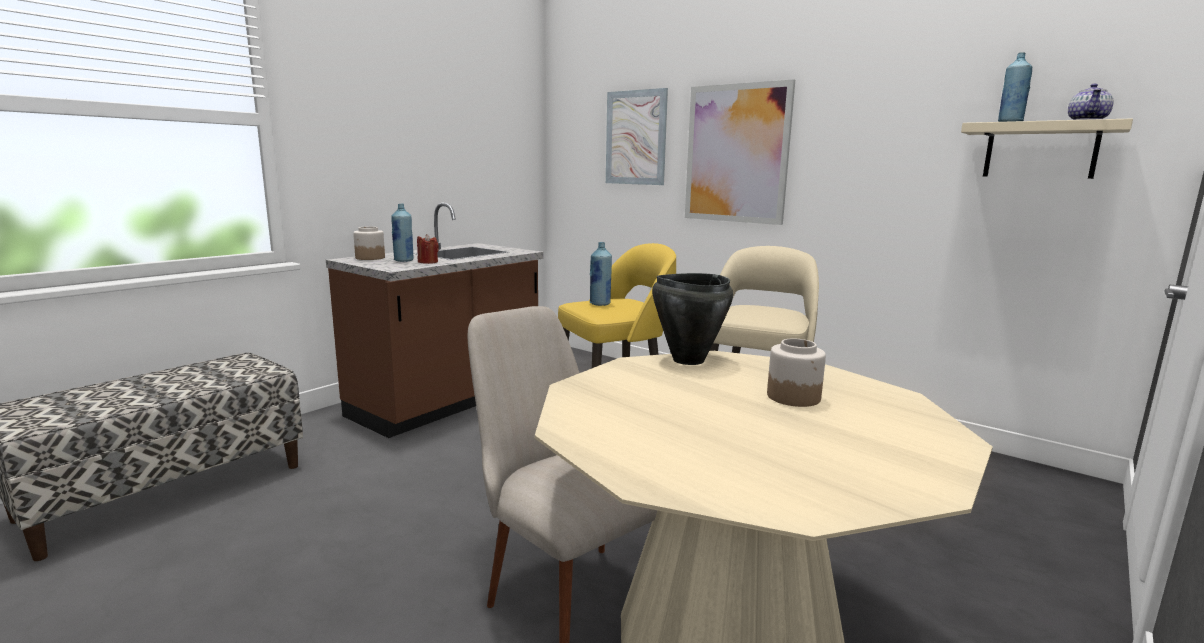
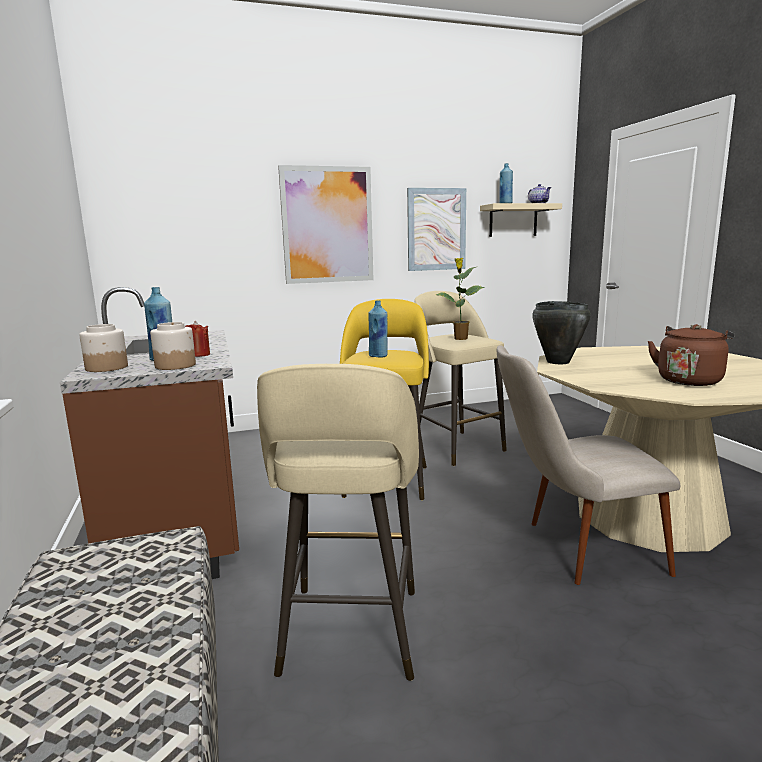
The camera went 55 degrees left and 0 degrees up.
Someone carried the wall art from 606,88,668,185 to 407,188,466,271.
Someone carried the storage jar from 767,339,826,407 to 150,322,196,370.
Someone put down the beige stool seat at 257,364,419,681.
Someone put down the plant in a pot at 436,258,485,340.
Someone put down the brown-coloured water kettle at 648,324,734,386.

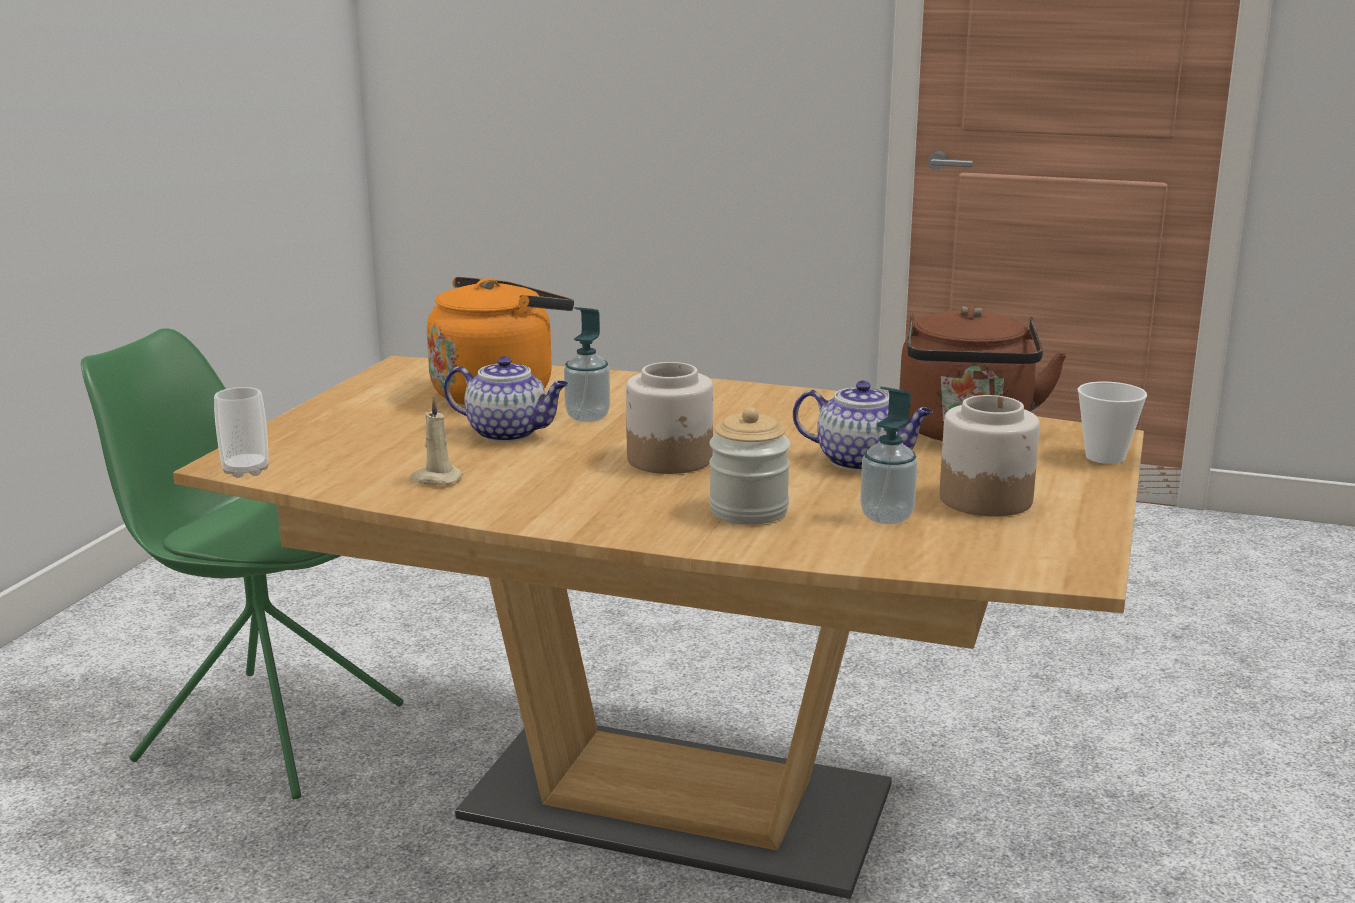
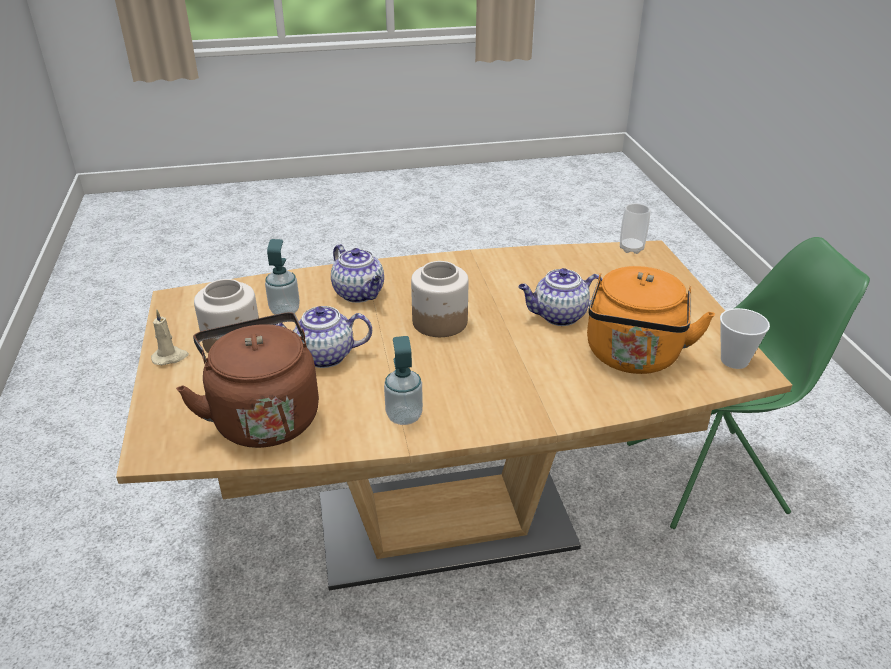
The camera went 150 degrees right and 15 degrees up.
Someone carried the beige candle from 411,396,464,485 to 151,310,189,365.
Someone carried the soap dispenser from 564,307,610,422 to 384,336,423,425.
Someone swapped the storage jar at 709,407,791,525 for the teapot at 331,244,384,303.
Someone carried the cup from 1078,381,1147,464 to 720,308,770,369.

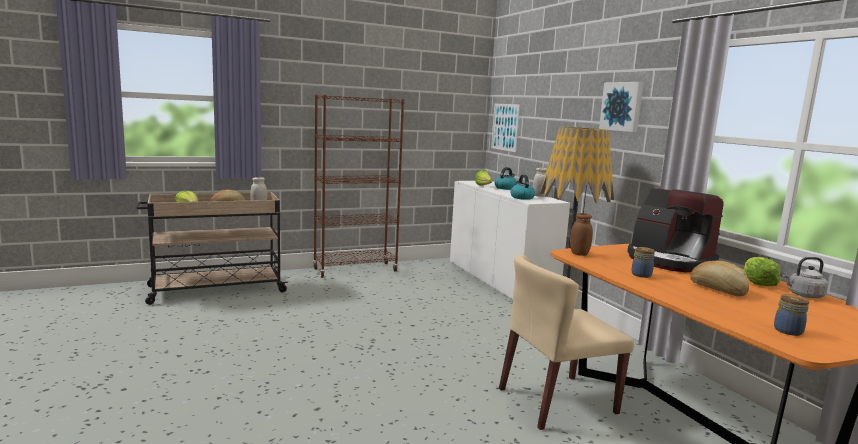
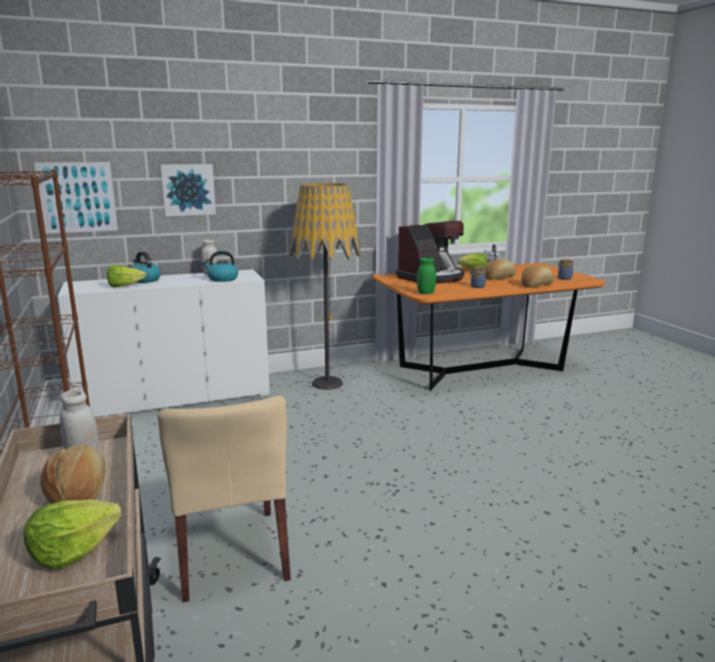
The camera went 85 degrees left and 5 degrees up.
Someone carried the beige upright chair from 499,255,634,430 to 157,396,291,602.
Someone repainted the brown-coloured storage jar at 570,213,593,256, which became the green storage jar at 417,257,436,294.
Someone carried the wall art from 599,82,644,132 to 160,164,216,216.
Someone put down the baked bread at 521,265,554,287.

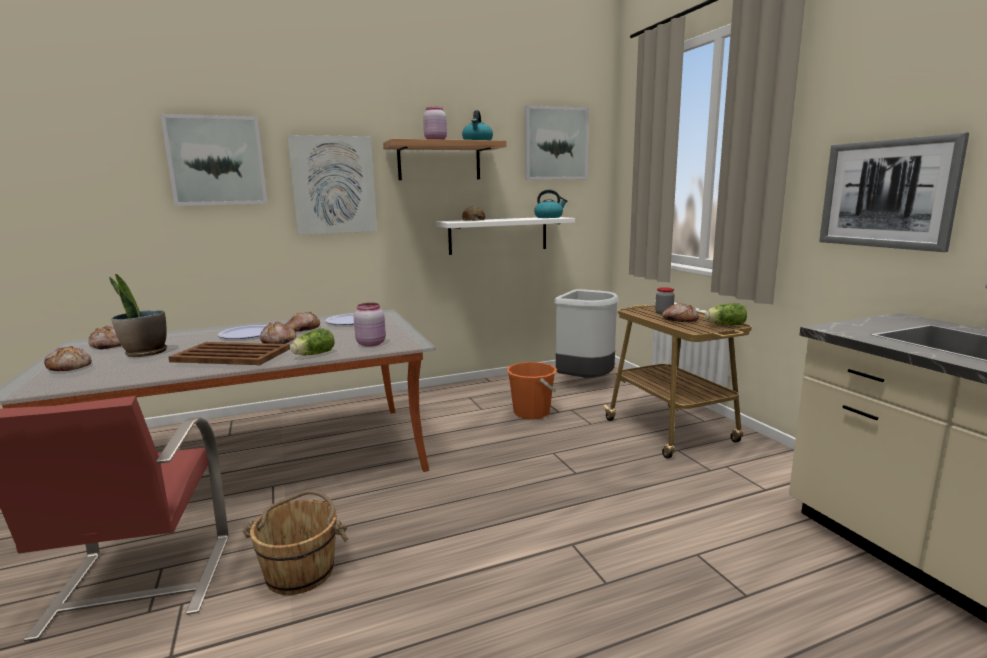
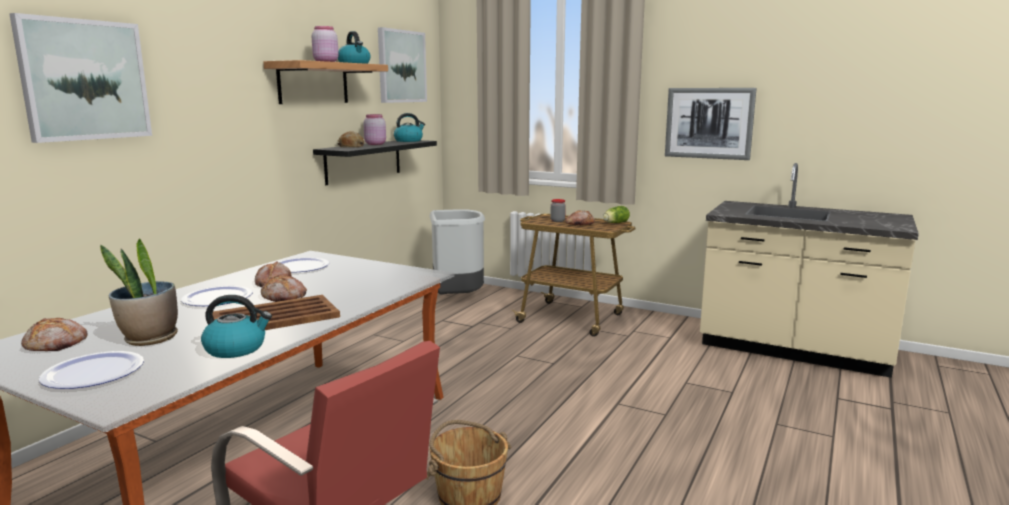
The camera went 40 degrees left and 0 degrees up.
Someone swapped the baked bread at 44,346,92,371 for the flat dish at 39,351,144,389.
Someone took away the wall art at 287,135,377,235.
Someone took away the lettuce at 290,328,335,355.
Someone carried the pink storage jar from 354,303,386,347 to 363,114,386,145.
Someone repainted the white-coloured bracket shelf at 436,217,575,255, which became the black-coloured bracket shelf at 313,140,437,185.
Someone took away the orange-coloured bucket at 506,362,557,419.
Someone put down the water kettle at 201,295,272,358.

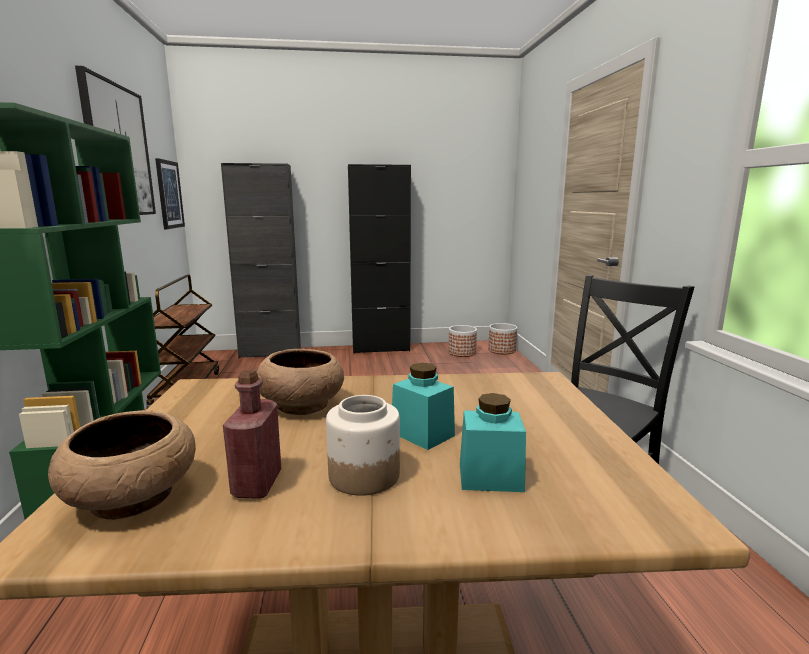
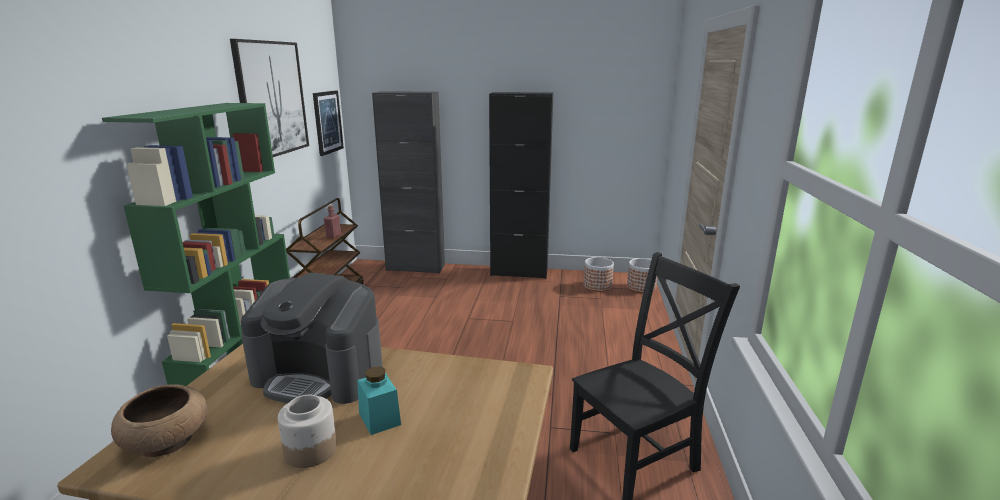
The camera went 15 degrees right and 5 degrees up.
Someone carried the reddish drink bottle from 223,369,281,499 to 324,205,341,238.
Someone swapped the brown-coloured serving bowl at 257,349,344,415 for the coffee machine at 241,273,383,404.
Someone took away the blue-green storage jar at 460,393,526,492.

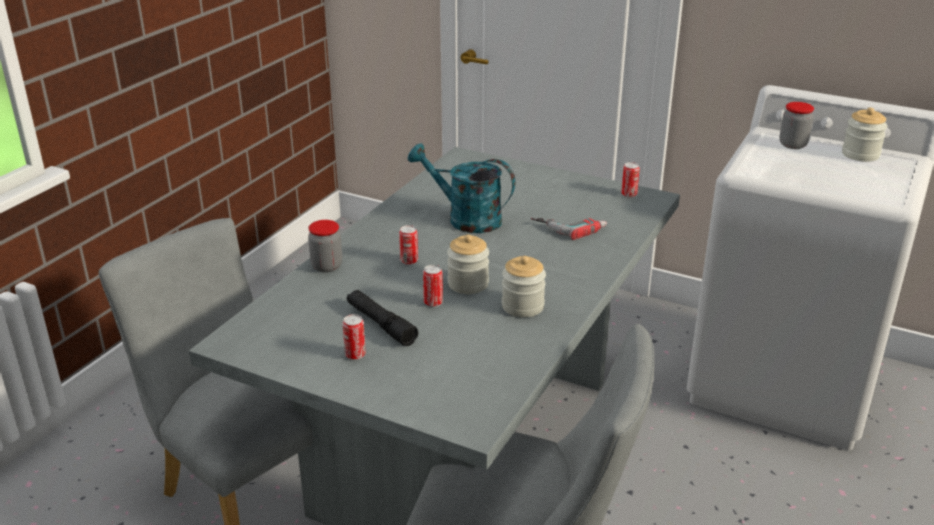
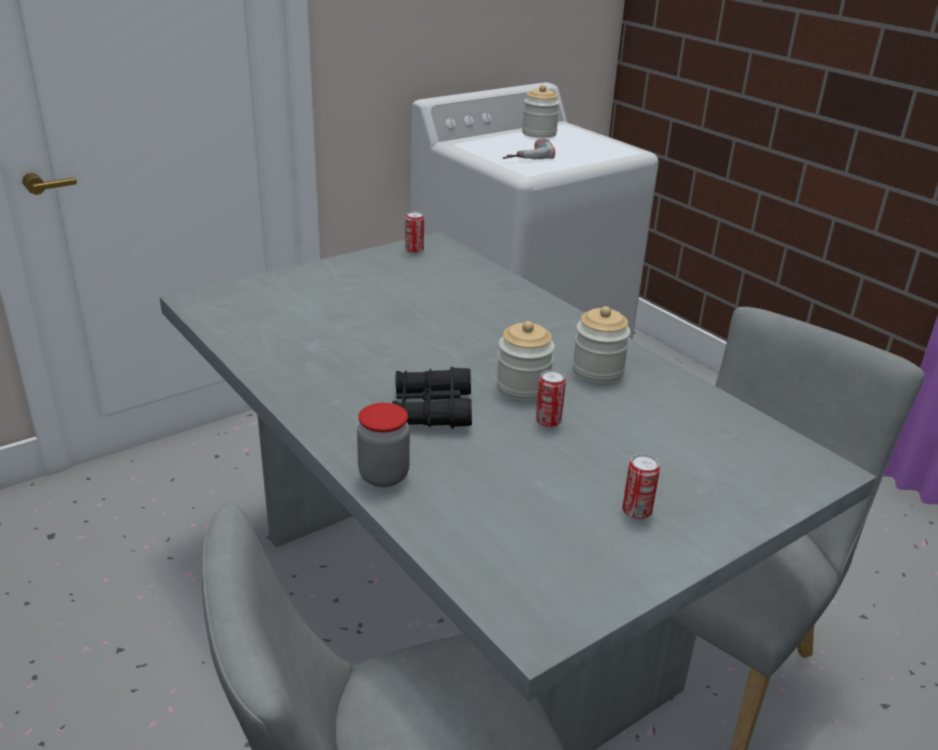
The camera went 65 degrees left and 0 degrees up.
Someone took away the black-coloured flashlight at 347,290,418,346.
Someone swapped the can at 399,225,418,265 for the black-coloured field glasses at 392,367,472,429.
Someone took away the blue-green watering pot at 407,143,515,233.
Someone carried the drill from 531,218,607,240 to 503,138,555,159.
Someone took away the storage jar at 779,102,814,149.

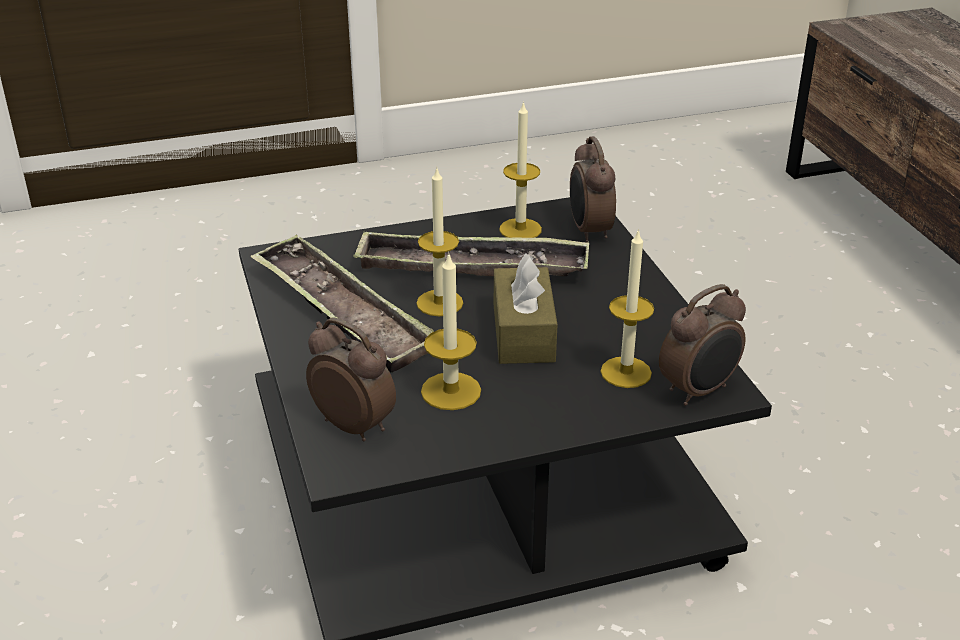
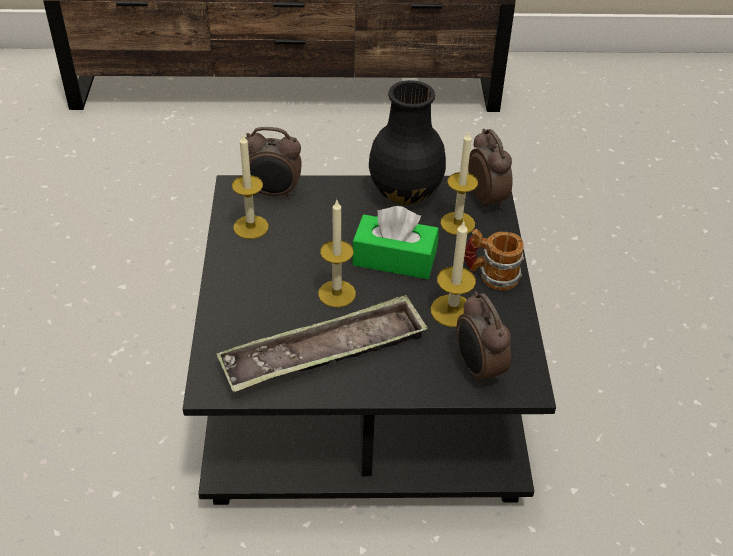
The camera went 75 degrees left and 10 degrees up.
Someone rotated the table clock at 306,317,396,441 by 75 degrees counterclockwise.
Someone took away the serving tray at 353,230,589,276.
Someone repainted the brown-coloured tissue holder at 494,253,557,364, which became the green tissue holder at 353,206,439,279.
Someone put down the black-coloured flower vase at 369,80,446,205.
Someone put down the coffee mug at 464,229,524,291.

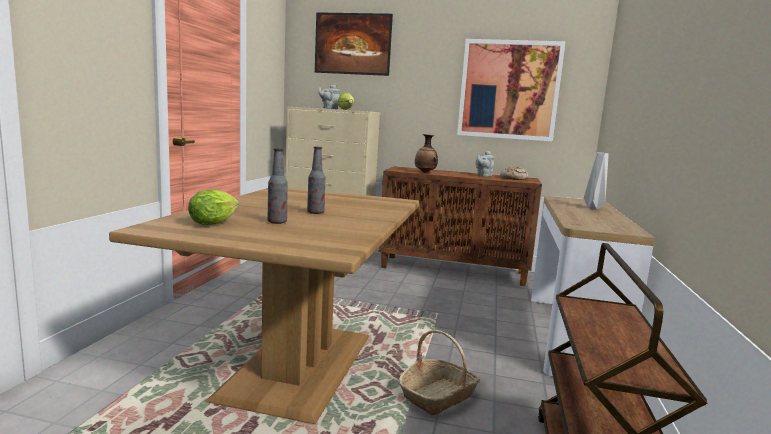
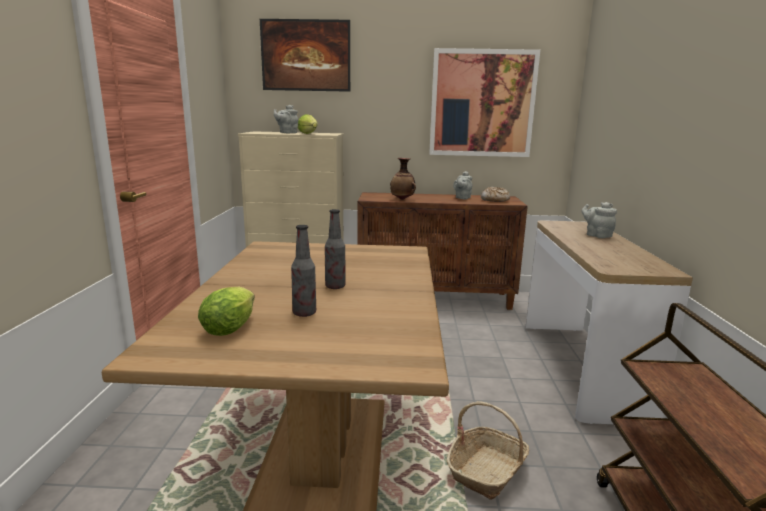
The camera went 10 degrees left and 5 degrees up.
Someone swapped the greyish flower vase at 584,152,609,209 for the greyish teapot at 582,202,617,238.

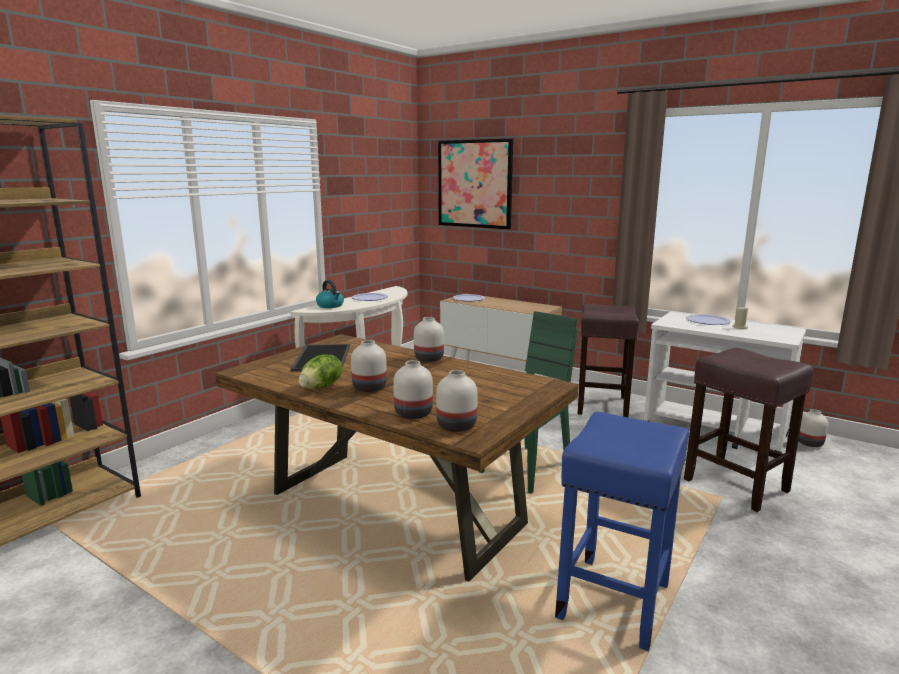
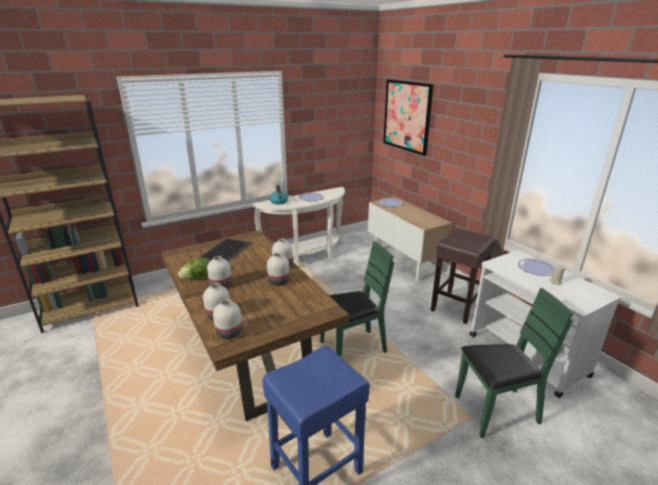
The camera went 25 degrees right and 10 degrees up.
Someone swapped the brown-coloured stool seat at 684,348,814,512 for the green upright chair at 455,288,574,438.
Someone carried the white-coloured flower vase from 798,409,828,447 to 267,253,290,286.

